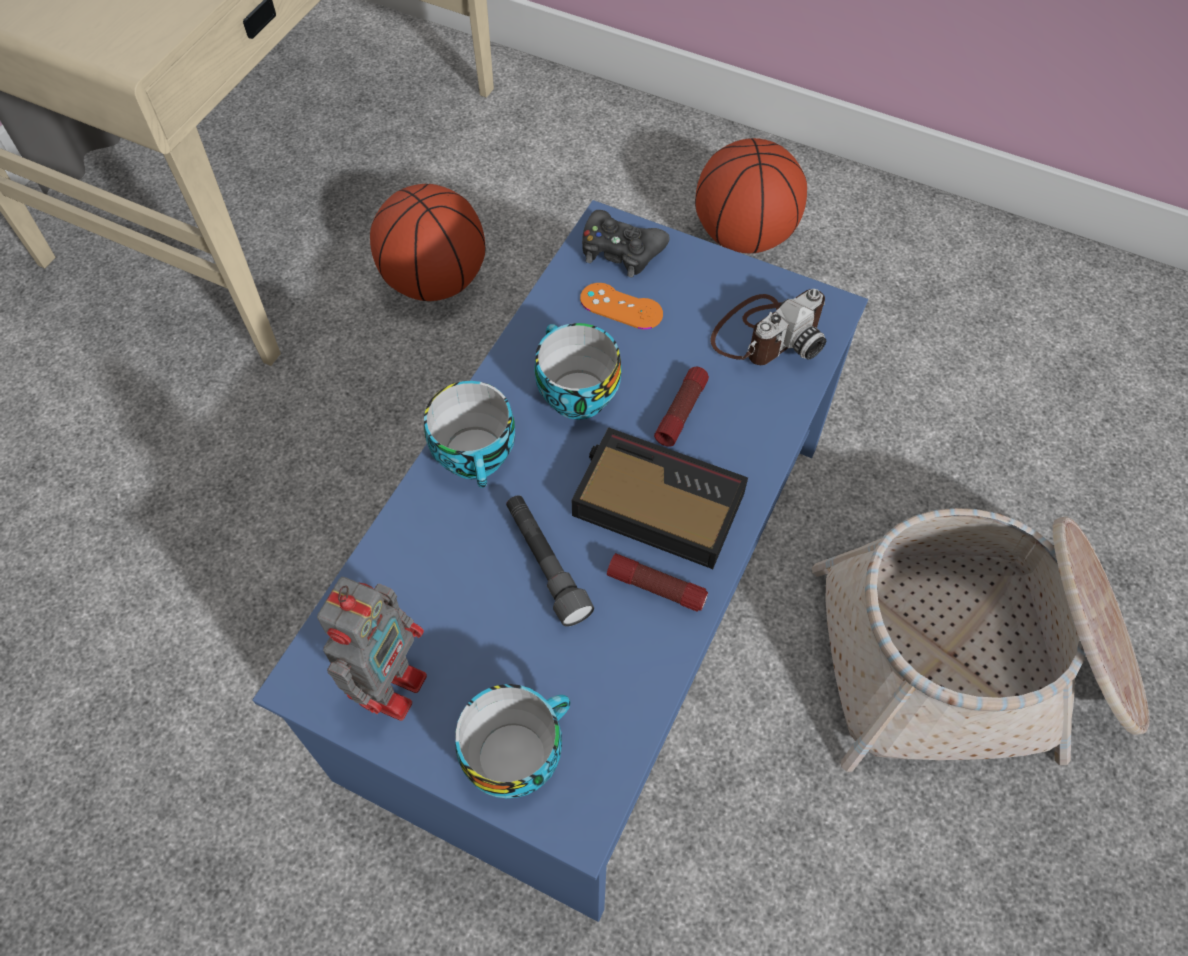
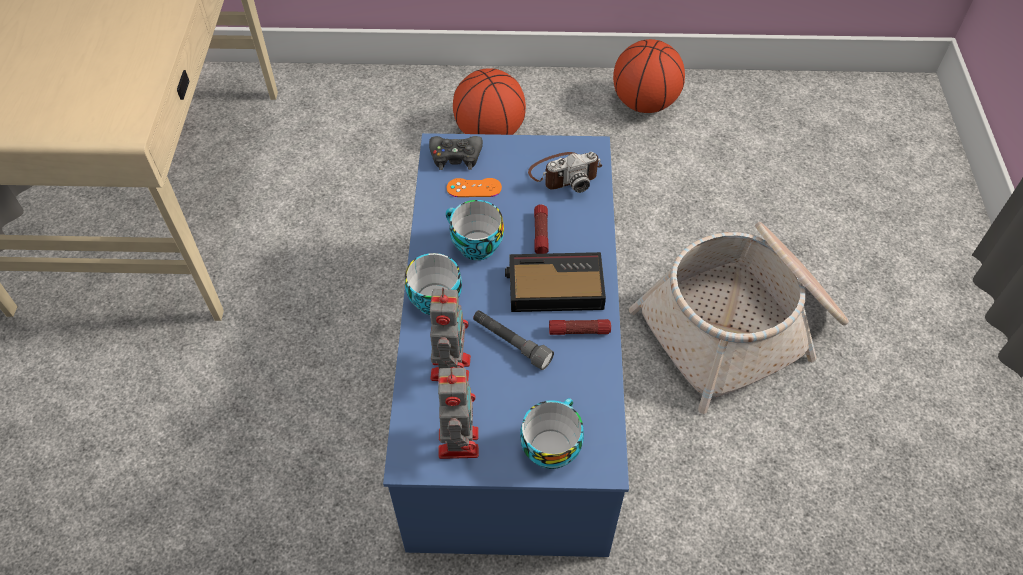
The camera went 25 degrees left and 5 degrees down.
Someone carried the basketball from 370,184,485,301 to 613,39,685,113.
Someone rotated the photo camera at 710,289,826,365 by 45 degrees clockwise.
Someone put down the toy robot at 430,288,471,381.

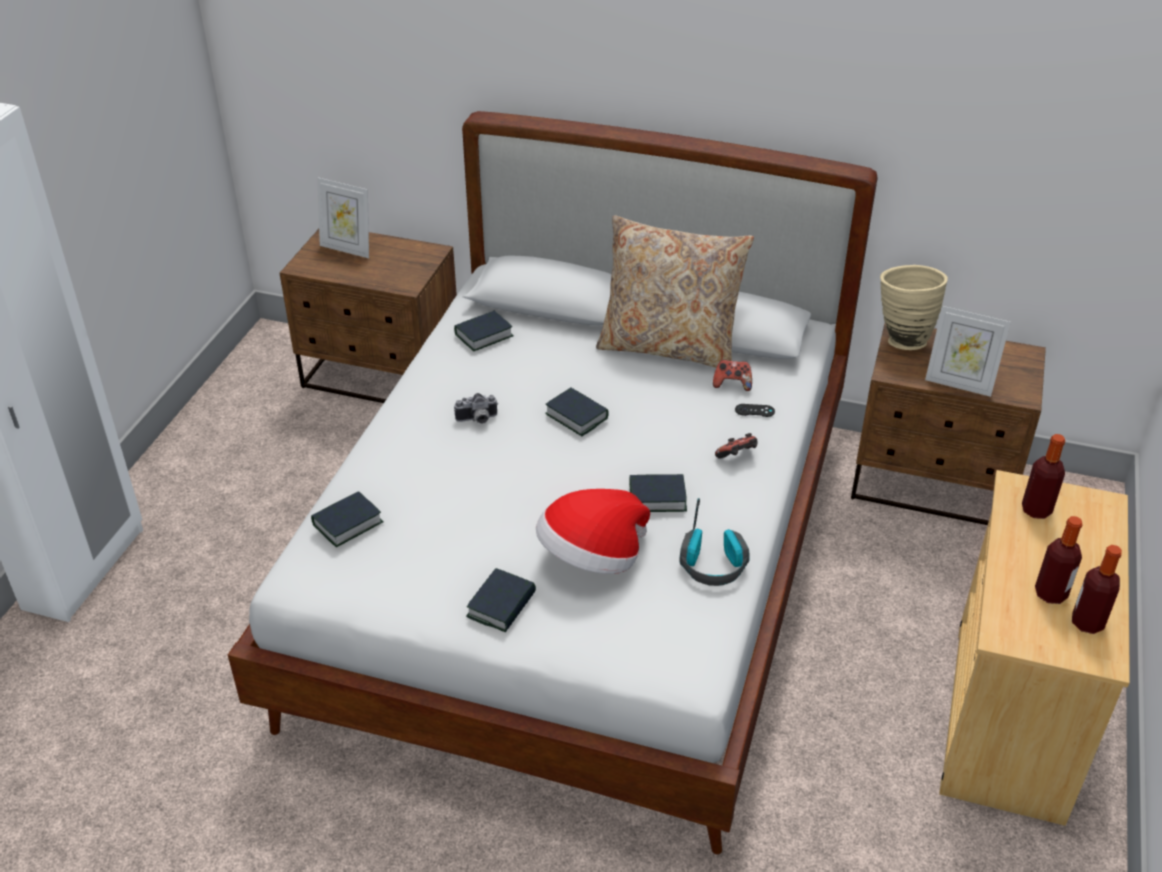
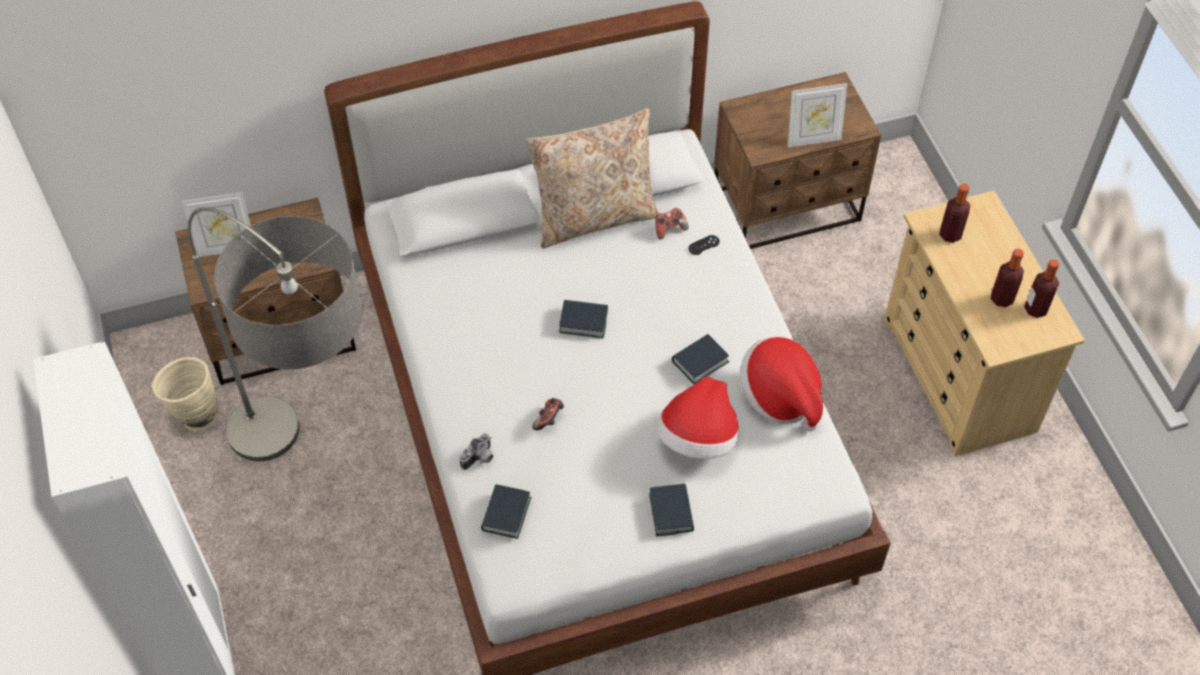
The camera went 35 degrees left and 15 degrees up.
Someone took away the volume at 454,311,514,351.
Someone carried the photo camera from 454,393,498,424 to 459,433,493,470.
Someone swapped the headphones at 679,498,750,586 for the hat at 740,336,823,431.
Someone carried the game controller from 715,433,757,459 to 532,398,564,430.
Someone carried the beige flower vase from 880,265,948,350 to 152,357,217,431.
Someone put down the standing lamp at 188,207,363,461.

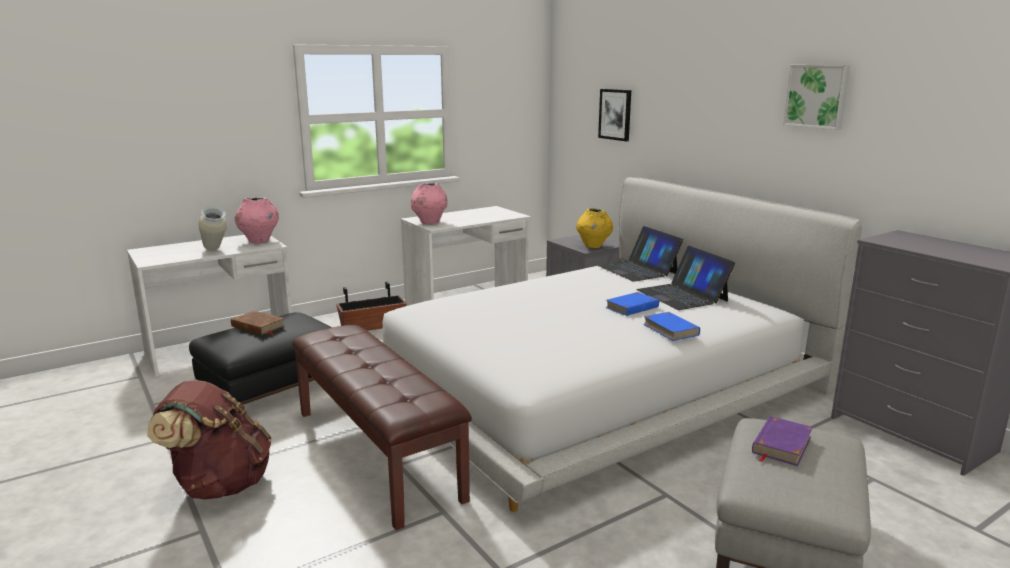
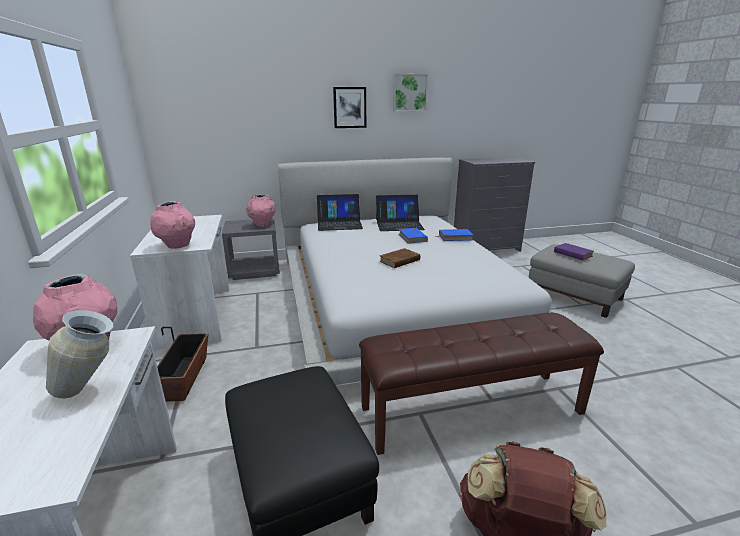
The camera went 70 degrees left and 5 degrees up.
Someone carried the brown-coloured volume from 231,311,285,335 to 379,248,421,268.
Someone repainted the yellow flower vase at 576,208,613,248, which became the pink flower vase at 246,195,276,227.
Someone carried the wall art from 598,89,631,141 to 333,87,366,128.

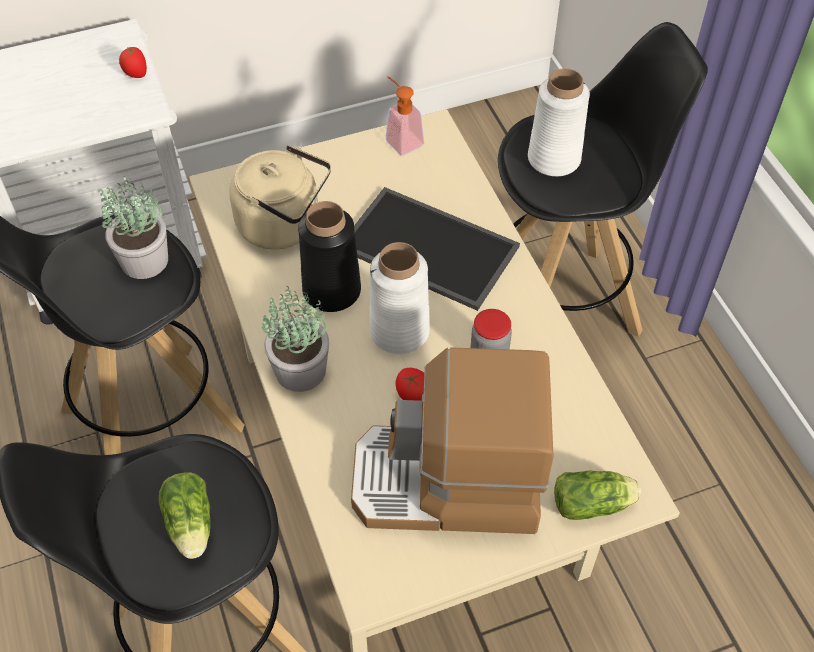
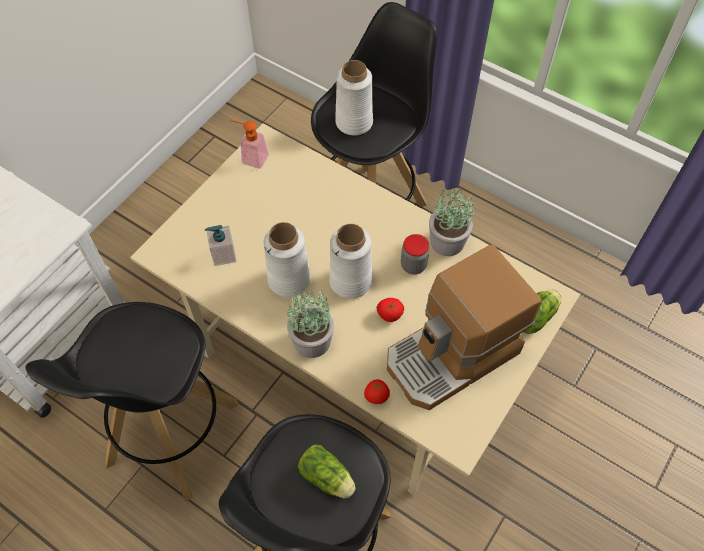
The camera went 35 degrees left and 5 degrees up.
Someone carried the plant in a pot from 99,176,168,279 to 429,189,474,256.
Someone carried the fresh tomato from 119,47,147,78 to 364,379,390,404.
Someone swapped the beige water kettle at 229,145,331,250 for the soap dispenser at 205,225,236,266.
Someone repainted the black-coloured flower vase at 298,201,361,312, which became the white-coloured flower vase at 263,222,311,297.
Someone took away the serving tray at 354,187,520,311.

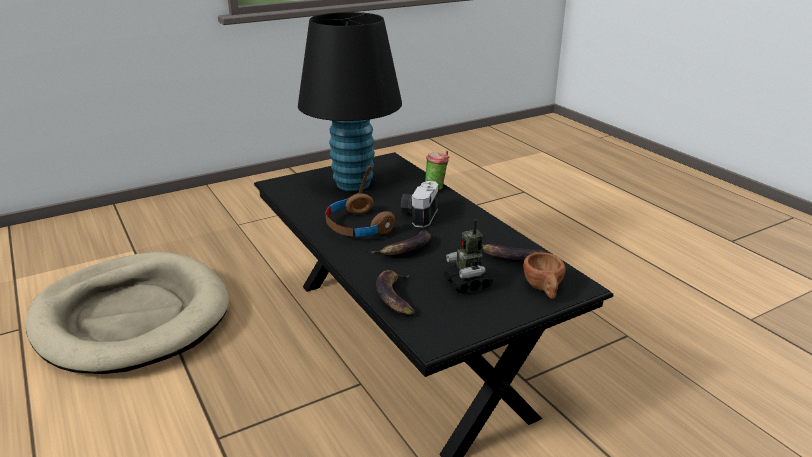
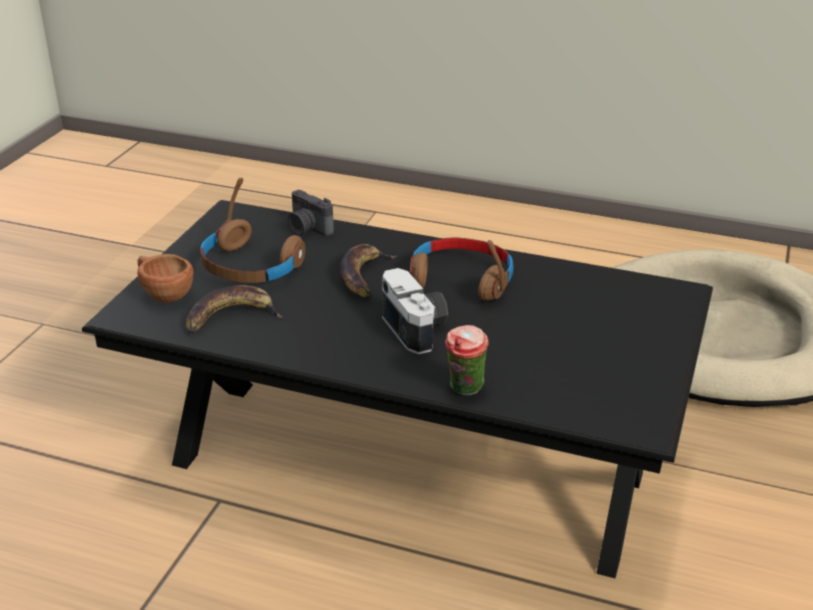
The camera went 140 degrees right and 5 degrees up.
Someone took away the black-coloured table lamp at 298,12,402,191.
Someone swapped the whole banana at 376,270,415,315 for the photo camera at 288,190,334,236.
Someone swapped the toy robot at 444,220,493,293 for the brown-coloured headphones at 200,178,305,283.

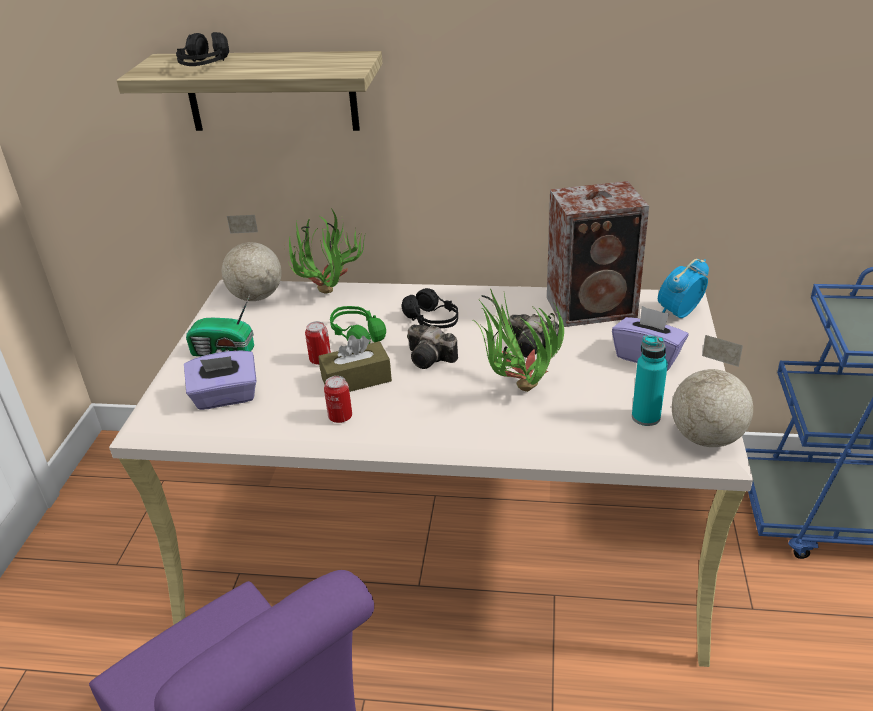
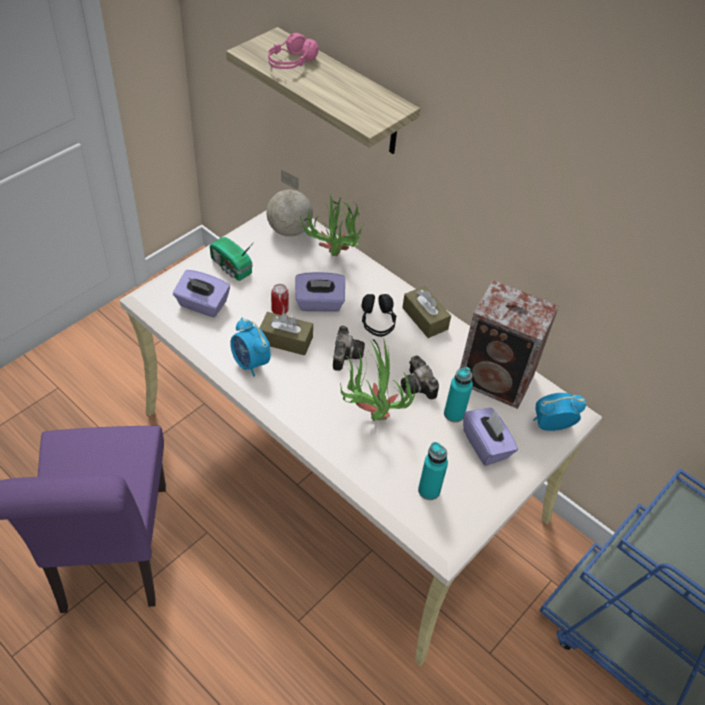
The camera went 30 degrees right and 15 degrees up.
Someone repainted the black-coloured headphones at 176,32,229,66, which became the pink headphones at 268,33,319,69.
Someone swapped the can at 324,376,352,423 for the table clock at 230,318,271,377.
Someone swapped the green headphones at 330,306,386,344 for the purple tissue holder at 296,272,345,312.
Someone rotated the photo camera at 407,325,458,369 by 150 degrees counterclockwise.
Someone took away the desk globe at 672,335,753,447.
Someone put down the brown-coloured tissue holder at 402,286,451,338.
Someone put down the blue-green drink bottle at 444,367,473,423.

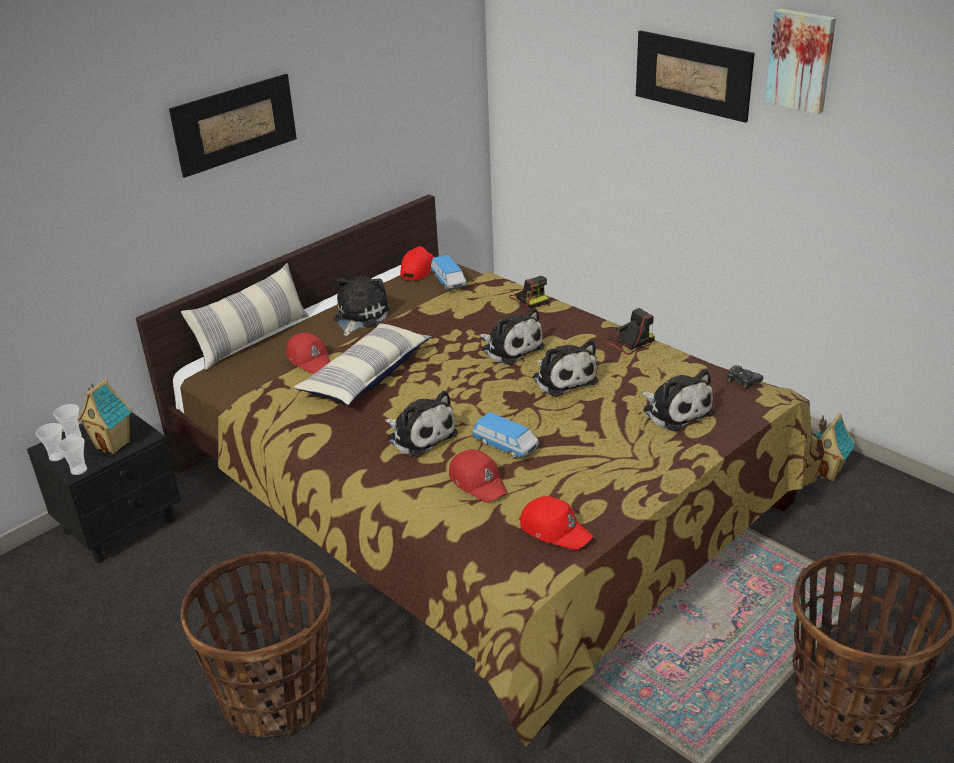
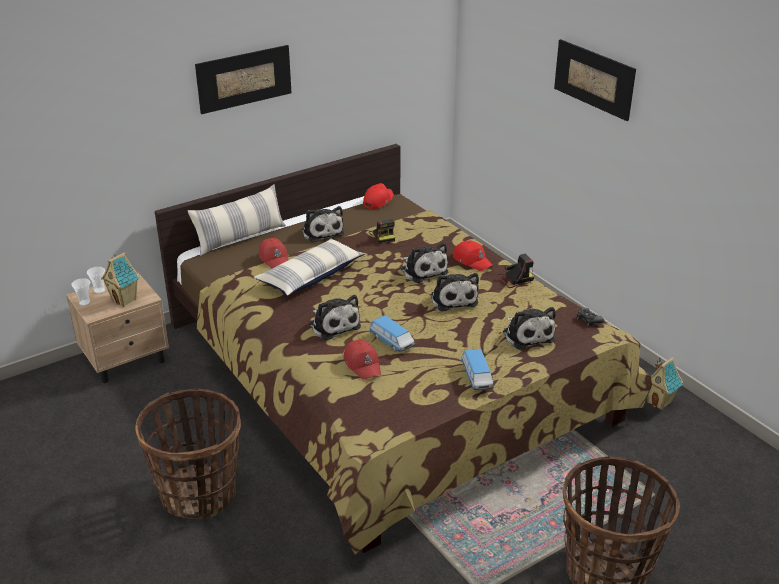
The camera went 10 degrees right and 0 degrees up.
Someone repainted the black-coloured bedside table at 27,411,181,563, which became the beige bedside table at 66,273,169,383.
Someone took away the cup at 57,436,87,475.
Someone rotated the soft toy at 334,276,390,336 by 120 degrees clockwise.
Someone carried the toy car from 431,255,467,290 to 461,349,494,390.
Someone carried the photo camera from 509,276,548,309 to 369,219,395,244.
Someone carried the reddish baseball cap from 519,496,593,550 to 453,240,492,271.
Someone took away the wall art at 765,9,836,114.

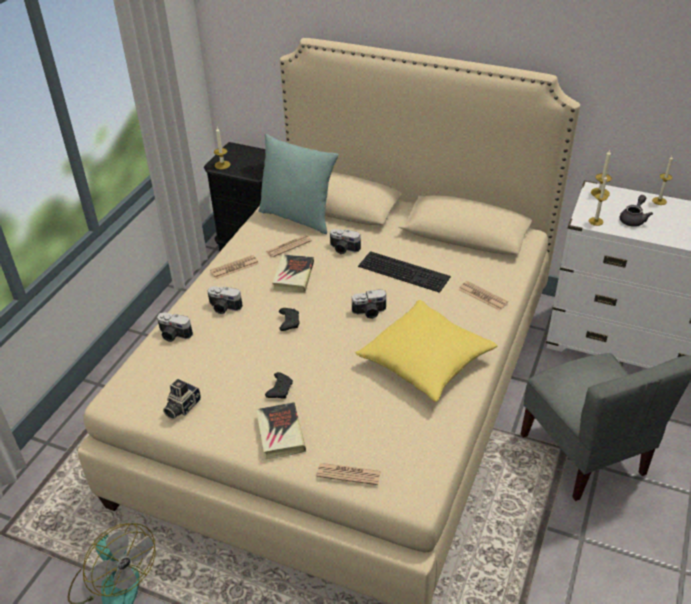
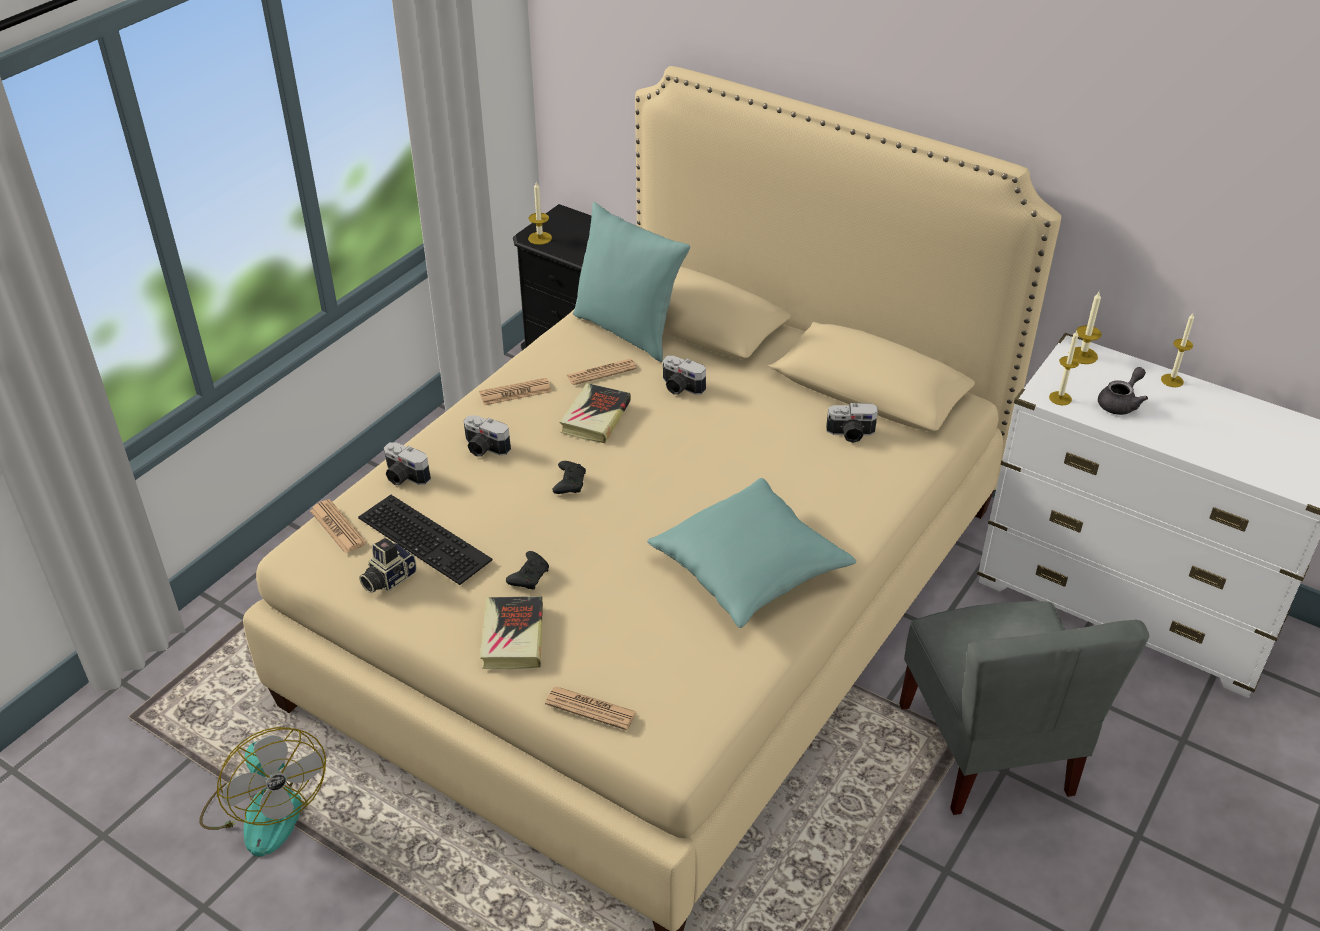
The camera went 10 degrees right and 0 degrees up.
Someone carried the photo camera from 352,289,386,319 to 826,403,878,443.
Someone repainted the yellow throw pillow at 356,300,498,402, which became the blue-green throw pillow at 647,478,856,628.
Someone carried the keyboard from 358,251,451,293 to 358,495,492,585.
Someone carried the newspaper from 458,281,508,310 to 310,499,366,554.

